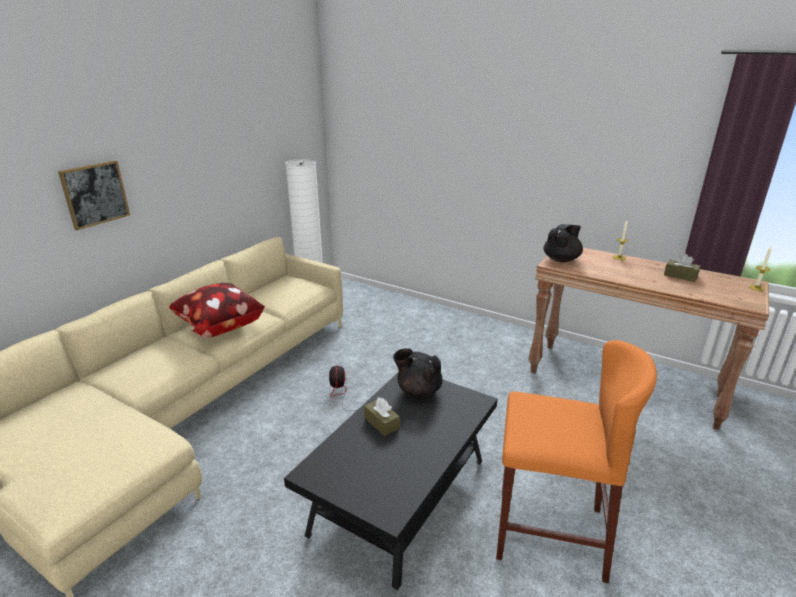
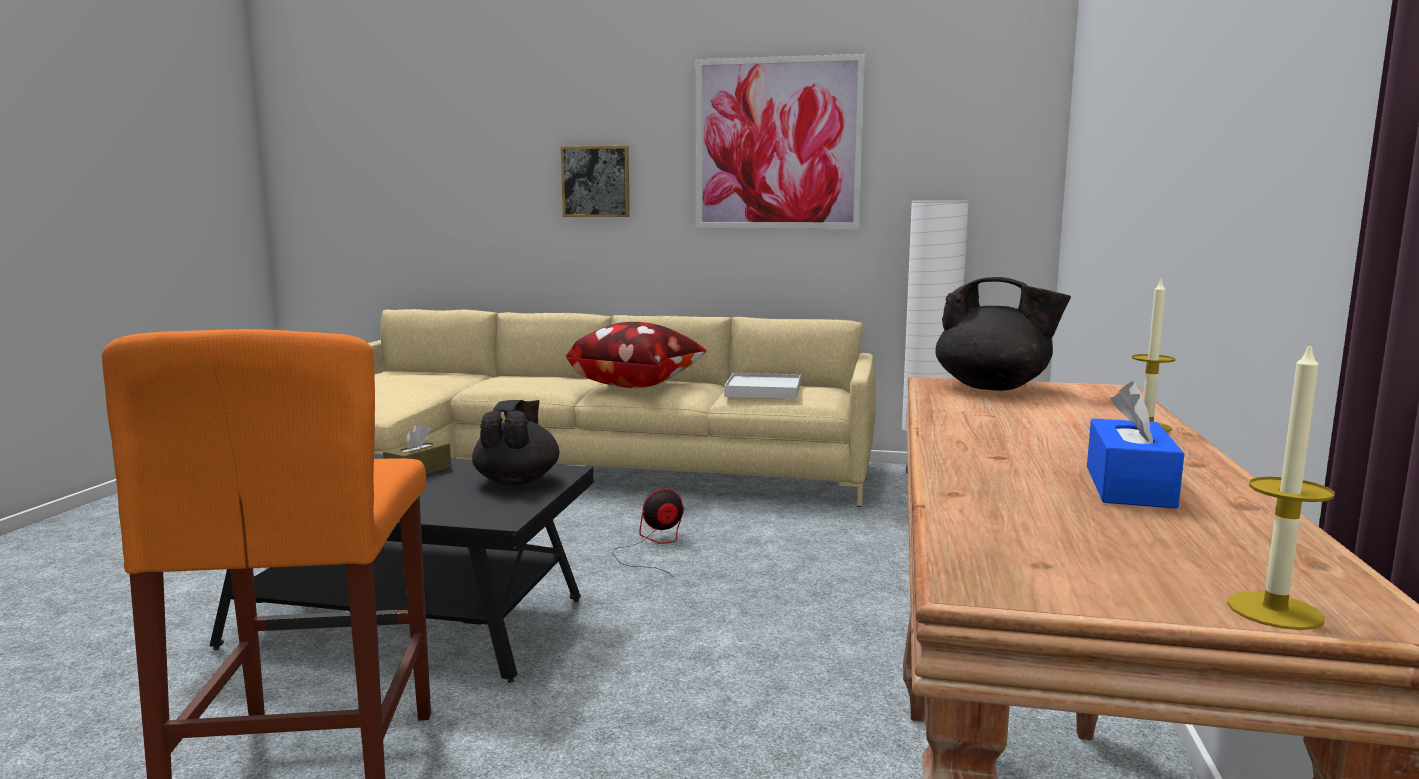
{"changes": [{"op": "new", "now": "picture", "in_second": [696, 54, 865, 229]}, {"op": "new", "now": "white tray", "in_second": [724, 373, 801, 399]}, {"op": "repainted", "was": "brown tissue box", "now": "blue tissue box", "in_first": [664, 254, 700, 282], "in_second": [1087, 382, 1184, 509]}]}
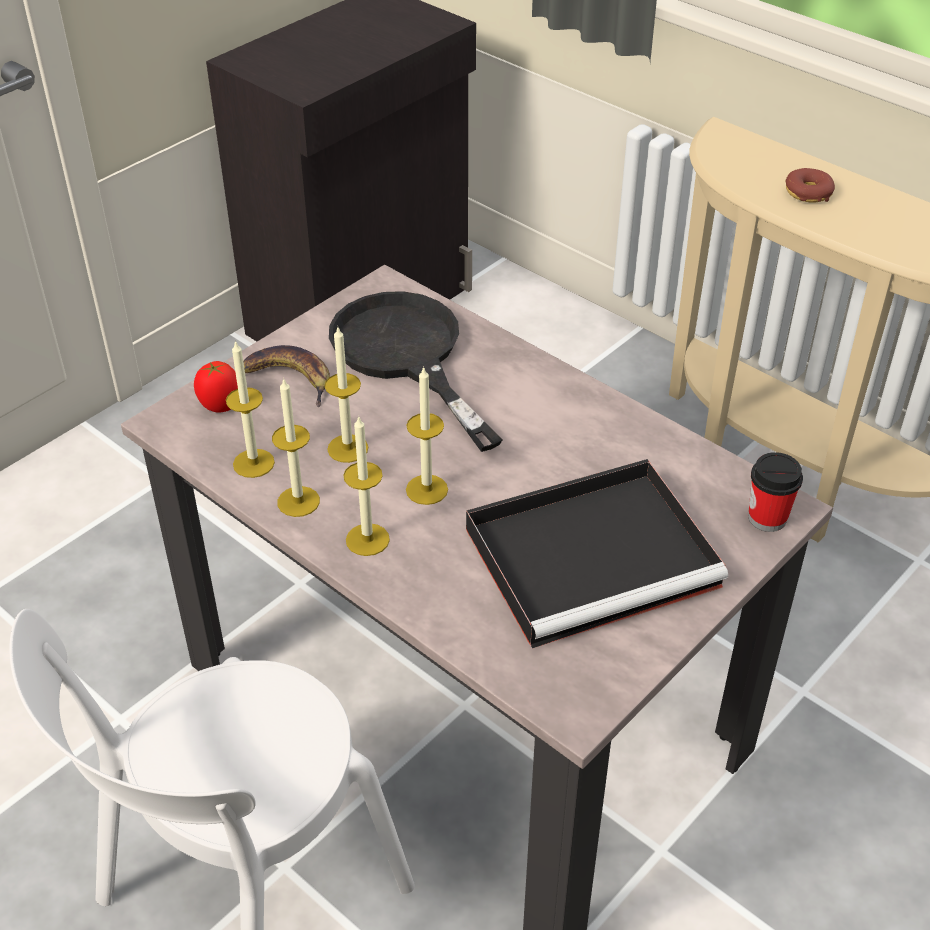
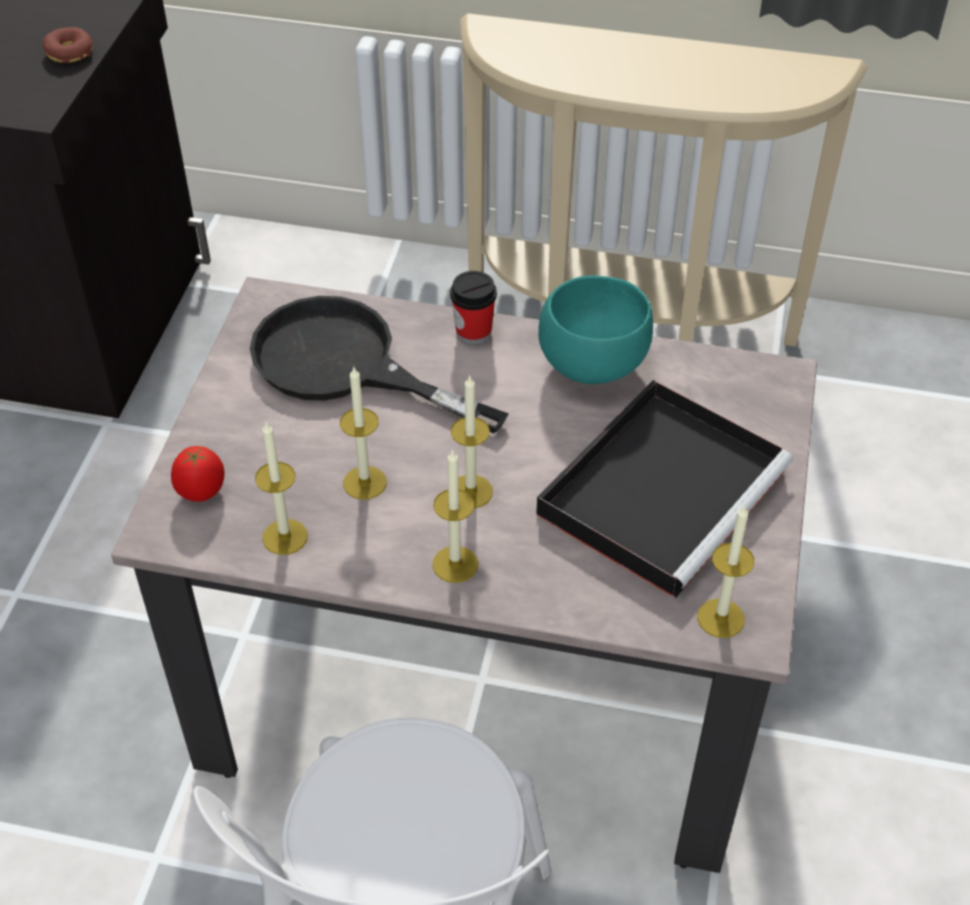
{"changes": [{"op": "gone", "was": "banana", "in_first": [243, 345, 330, 407]}, {"op": "new", "now": "turquoise bowl", "in_second": [538, 275, 653, 384]}, {"op": "shifted", "was": "candle", "in_first": [272, 378, 320, 517], "in_second": [697, 505, 754, 638]}, {"op": "shifted", "was": "cup", "in_first": [748, 452, 803, 532], "in_second": [450, 271, 497, 345]}, {"op": "shifted", "was": "donut", "in_first": [785, 168, 835, 202], "in_second": [43, 27, 92, 63]}]}
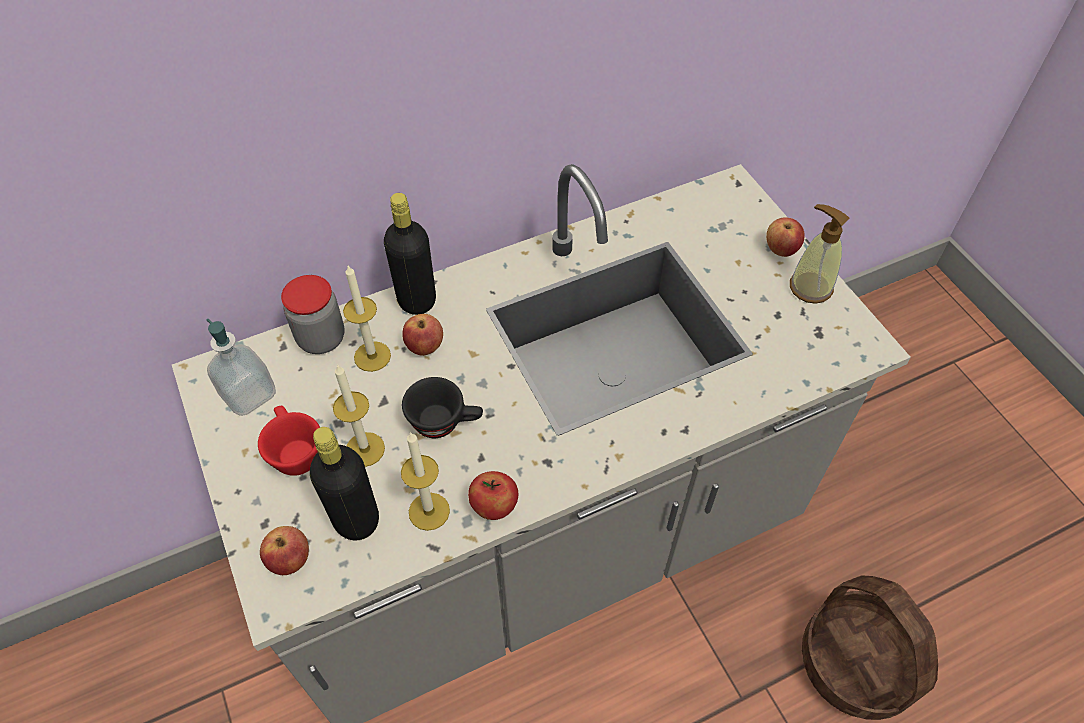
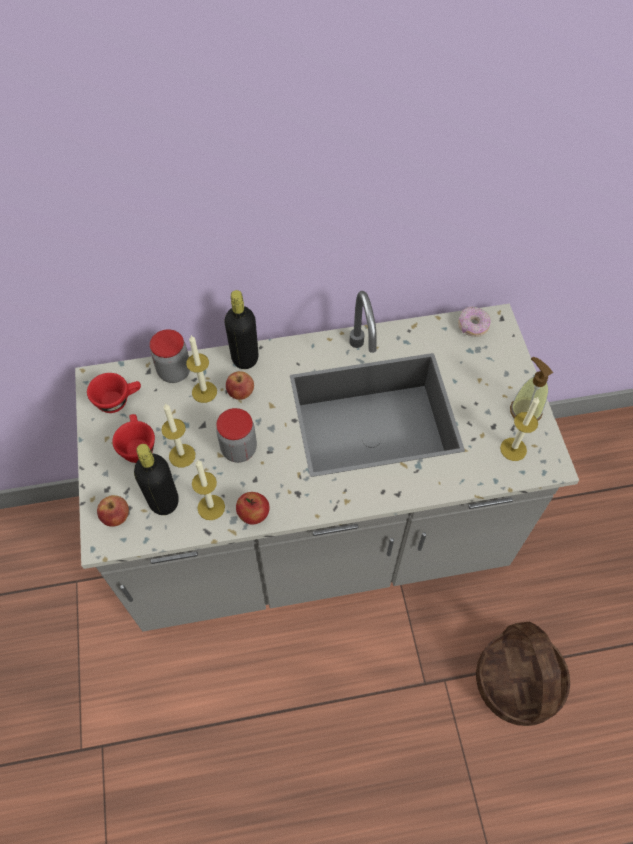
{"changes": [{"op": "gone", "was": "apple", "in_first": [766, 217, 805, 257]}, {"op": "new", "now": "donut", "in_second": [458, 307, 491, 337]}, {"op": "new", "now": "candle", "in_second": [500, 397, 539, 461]}, {"op": "swapped", "was": "soap dispenser", "now": "red cup", "in_first": [207, 319, 276, 416], "in_second": [87, 373, 141, 413]}, {"op": "swapped", "was": "black cup", "now": "jar", "in_first": [402, 377, 483, 438], "in_second": [216, 408, 257, 463]}]}
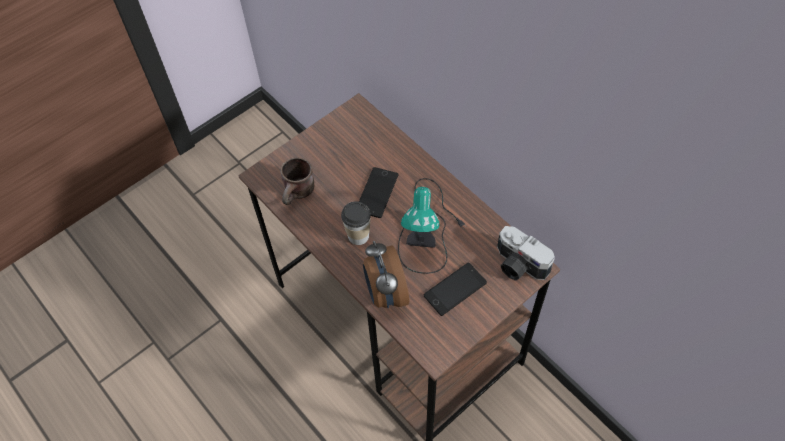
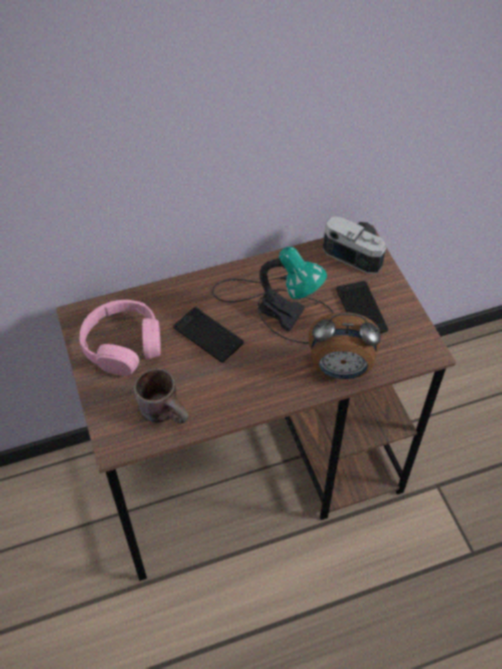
{"changes": [{"op": "gone", "was": "cup", "in_first": [341, 201, 371, 245]}, {"op": "new", "now": "pink headphones", "in_second": [79, 300, 161, 376]}, {"op": "rotated", "was": "photo camera", "in_first": [497, 226, 555, 281], "in_second": [323, 216, 387, 274], "clockwise": -120}]}
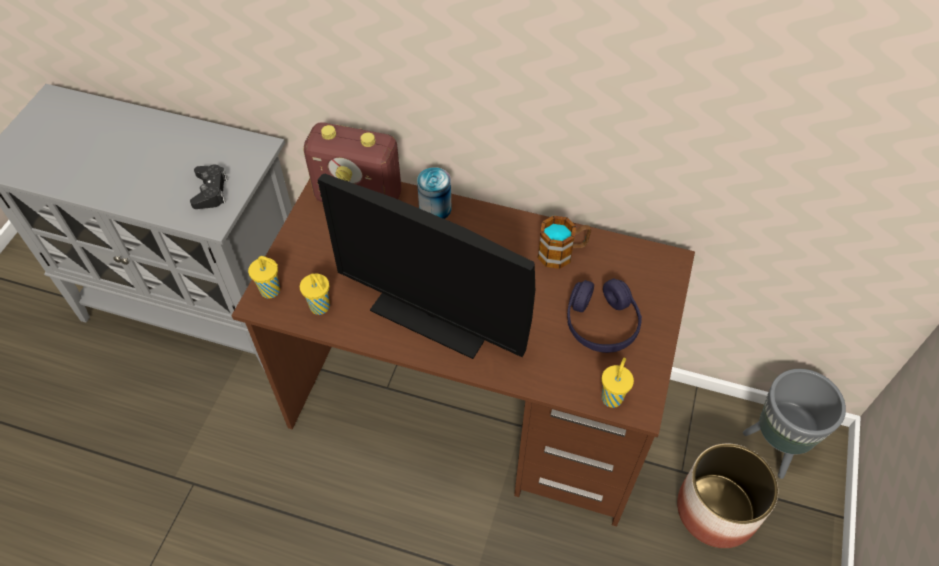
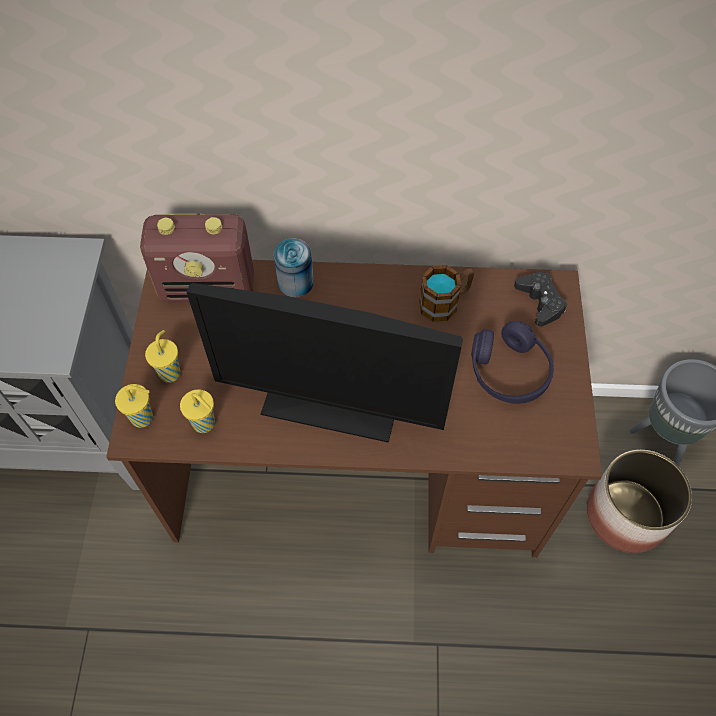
{"changes": [{"op": "shifted", "was": "black game controller", "in_first": [190, 165, 228, 209], "in_second": [514, 272, 567, 327]}, {"op": "shifted", "was": "yellow cup", "in_first": [602, 358, 634, 408], "in_second": [145, 330, 181, 383]}]}
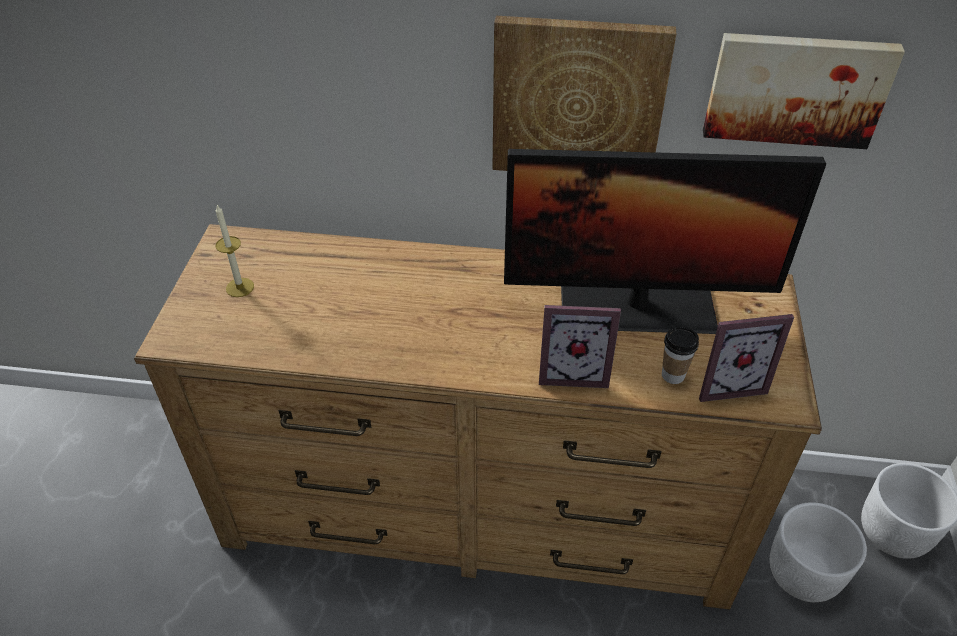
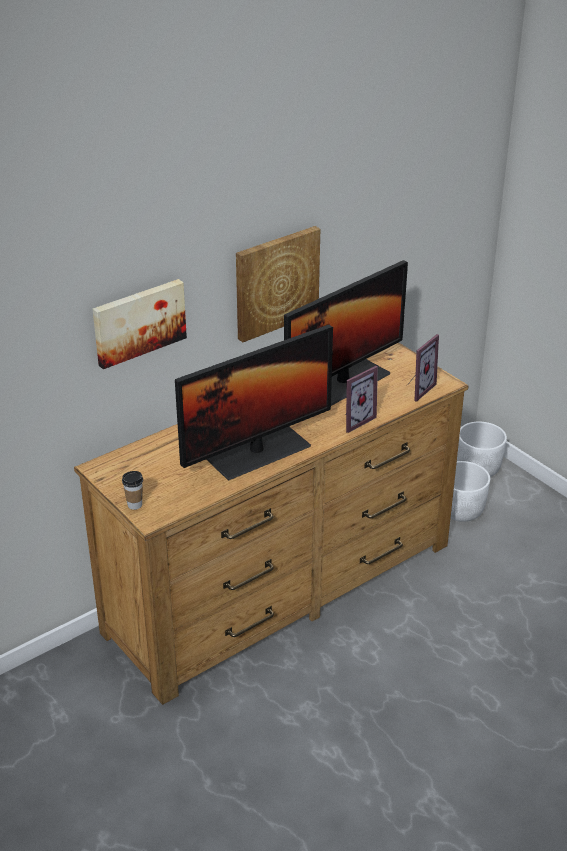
{"changes": [{"op": "gone", "was": "candle", "in_first": [216, 205, 254, 297]}, {"op": "new", "now": "monitor", "in_second": [175, 325, 333, 480]}, {"op": "shifted", "was": "cup", "in_first": [662, 326, 699, 384], "in_second": [122, 471, 143, 510]}, {"op": "shifted", "was": "picture", "in_first": [703, 33, 905, 149], "in_second": [92, 279, 187, 369]}]}
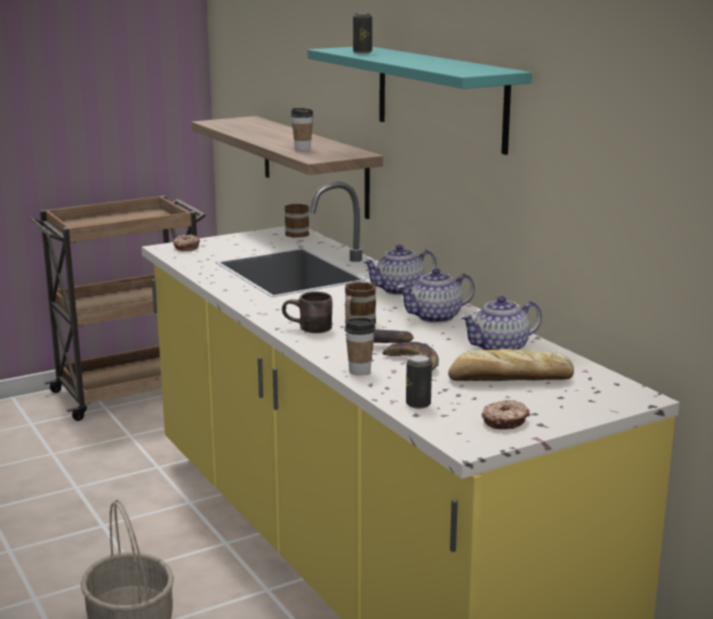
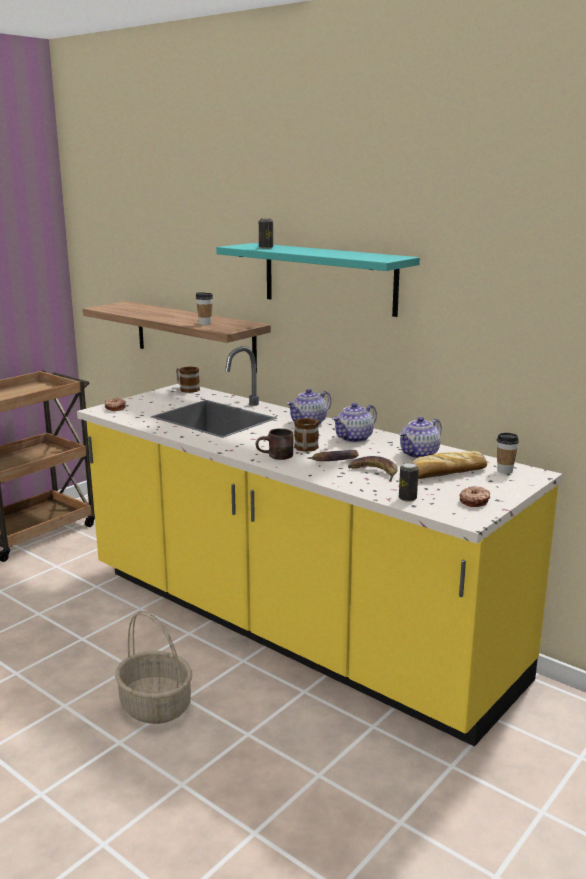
{"changes": [{"op": "shifted", "was": "cup", "in_first": [345, 318, 375, 376], "in_second": [496, 433, 519, 474]}]}
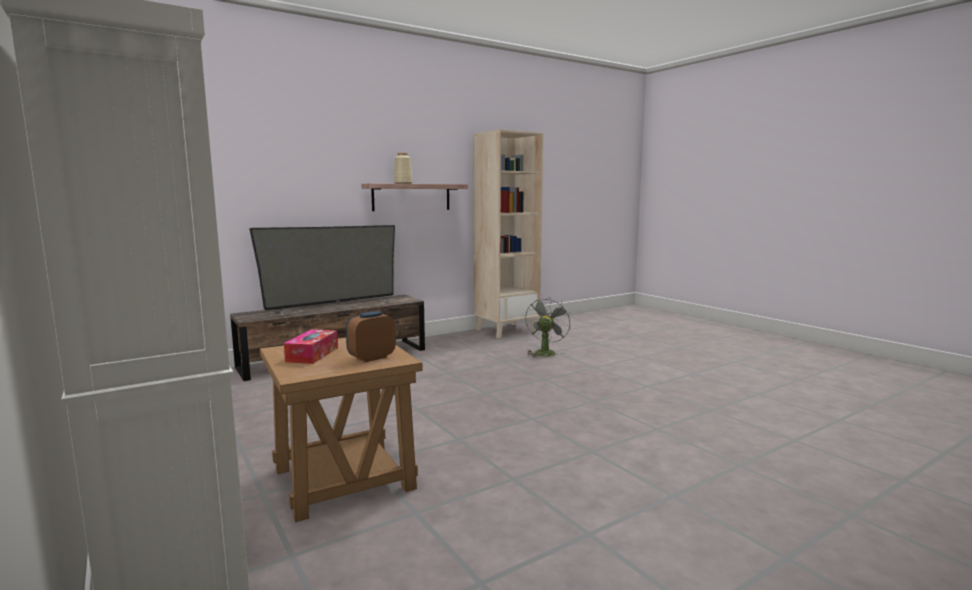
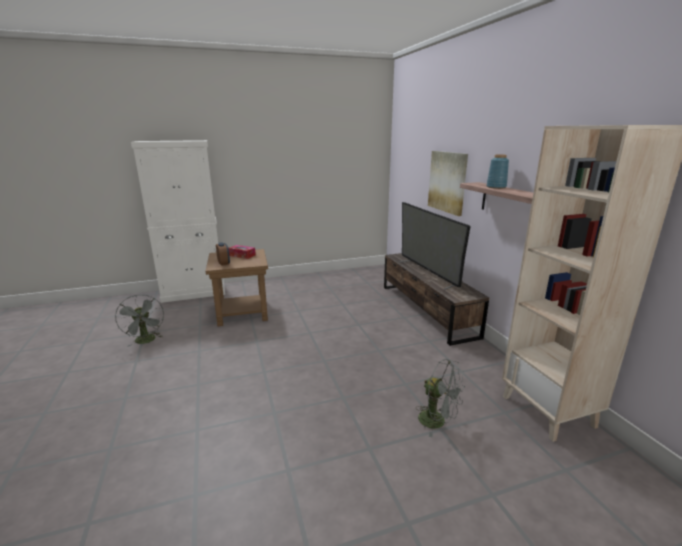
{"changes": [{"op": "new", "now": "grey fan", "in_second": [115, 295, 164, 347]}, {"op": "new", "now": "picture", "in_second": [428, 151, 468, 216]}, {"op": "repainted", "was": "beige vase", "now": "blue vase", "in_first": [394, 153, 413, 184], "in_second": [486, 154, 509, 189]}]}
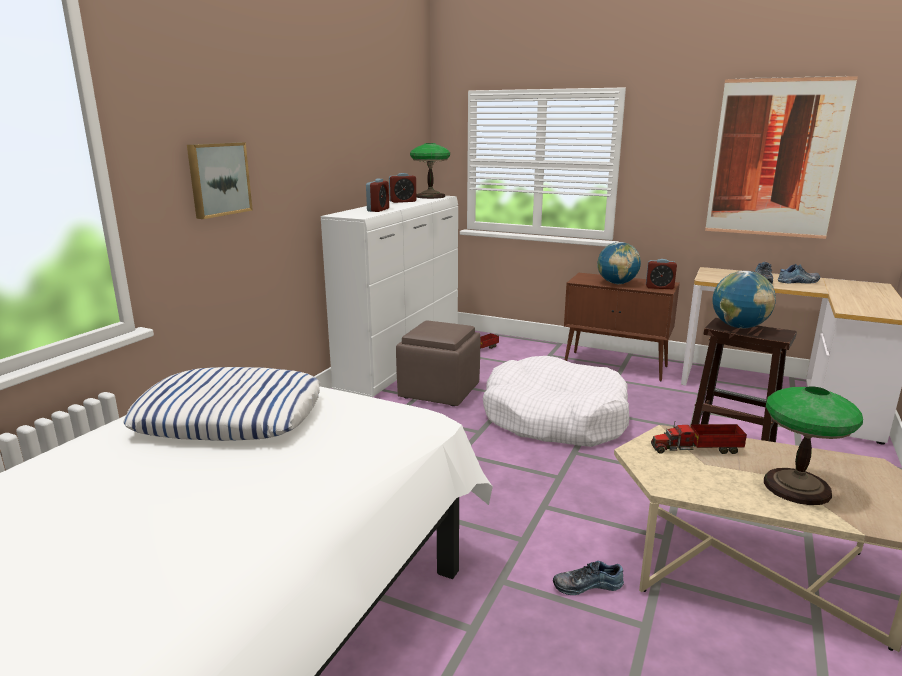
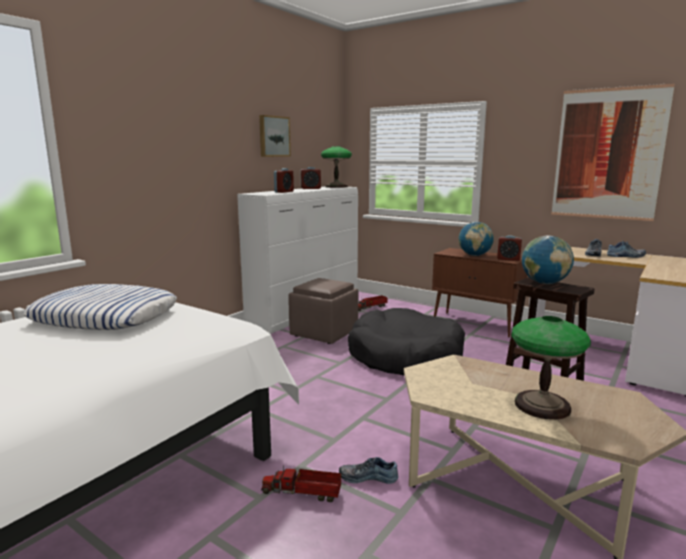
{"changes": [{"op": "shifted", "was": "picture", "in_first": [187, 142, 253, 219], "in_second": [259, 115, 291, 157]}, {"op": "shifted", "was": "toy truck", "in_first": [651, 421, 747, 454], "in_second": [261, 465, 341, 502]}, {"op": "repainted", "was": "white dog bed", "now": "black dog bed", "in_first": [483, 356, 629, 447], "in_second": [348, 308, 465, 375]}]}
